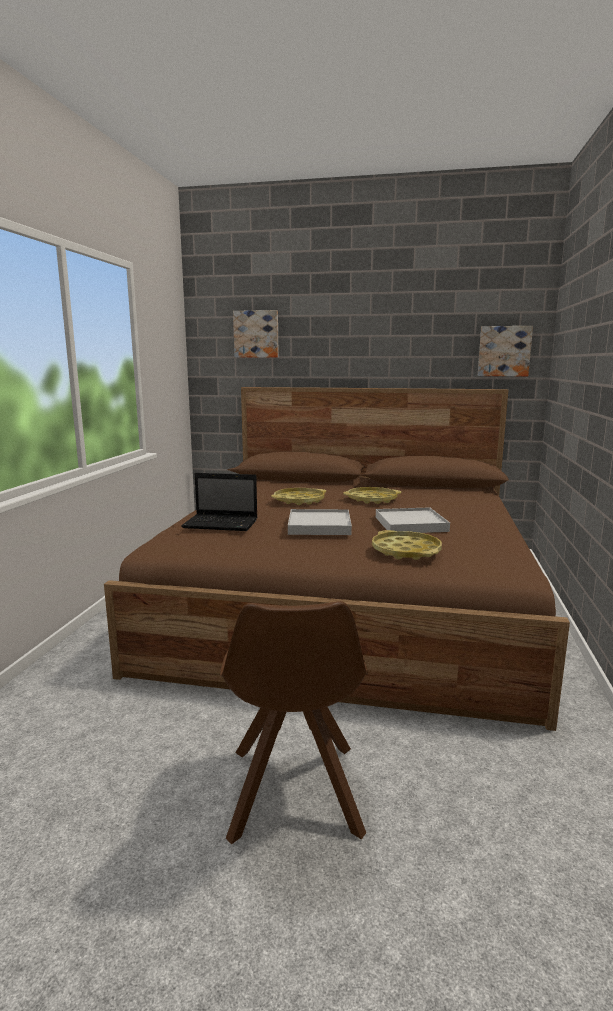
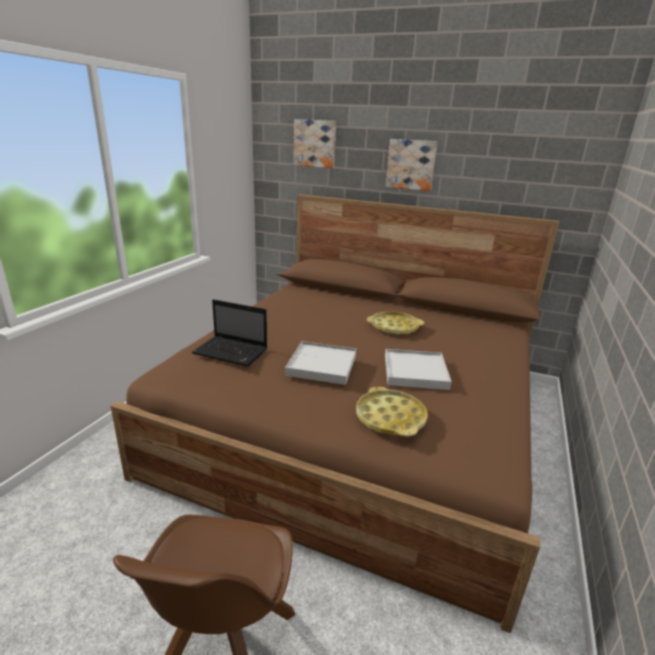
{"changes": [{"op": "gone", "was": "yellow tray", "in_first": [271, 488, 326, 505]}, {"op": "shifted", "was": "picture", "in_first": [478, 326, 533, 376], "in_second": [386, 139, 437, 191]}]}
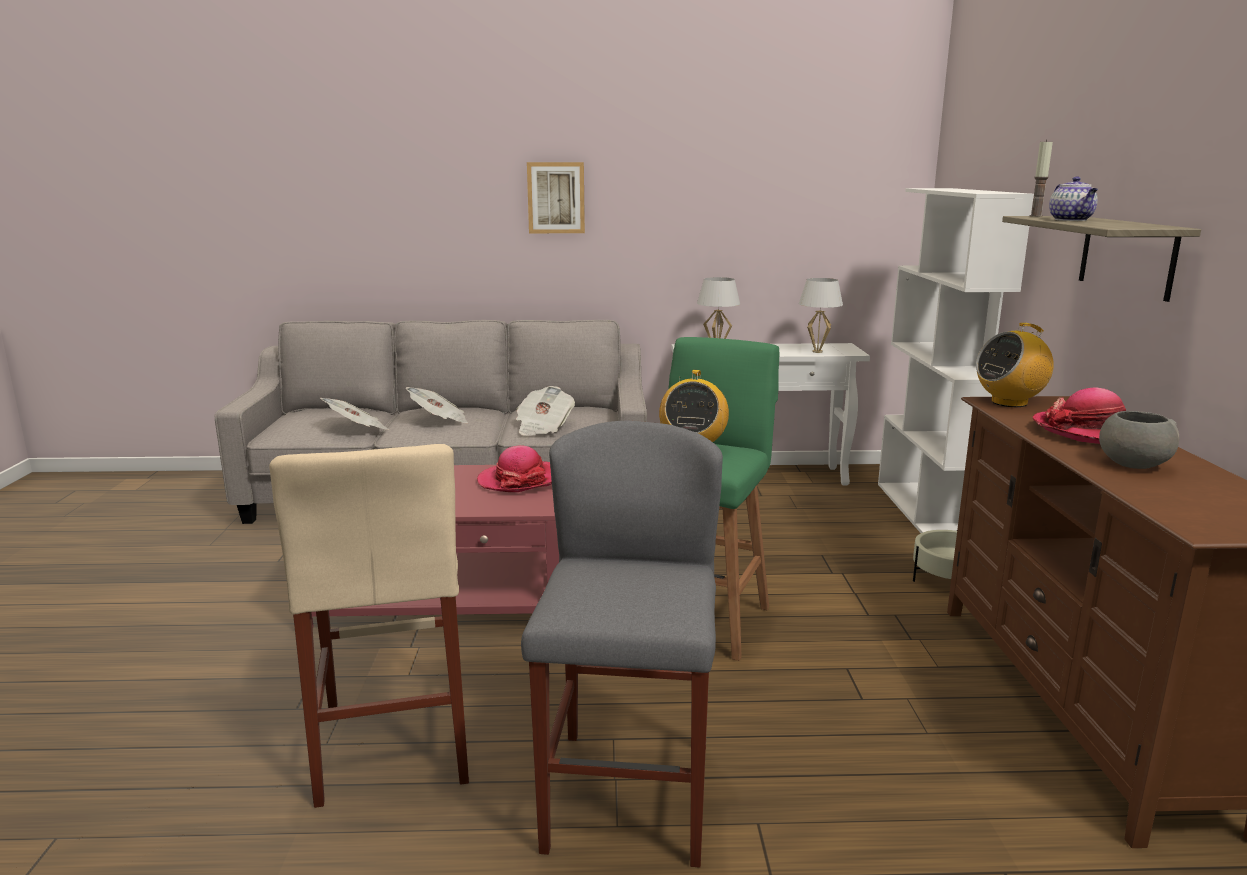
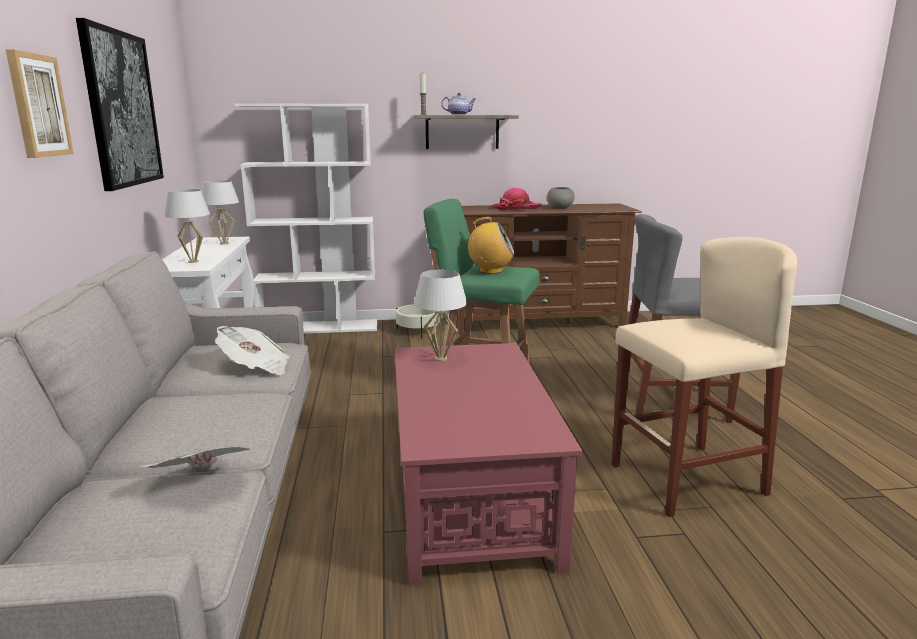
{"changes": [{"op": "gone", "was": "newspaper", "in_first": [406, 387, 468, 423]}, {"op": "gone", "was": "radio", "in_first": [976, 323, 1054, 407]}, {"op": "new", "now": "picture", "in_second": [76, 18, 164, 191]}, {"op": "swapped", "was": "hat", "now": "white table lamp", "in_first": [477, 445, 552, 492], "in_second": [414, 270, 467, 361]}]}
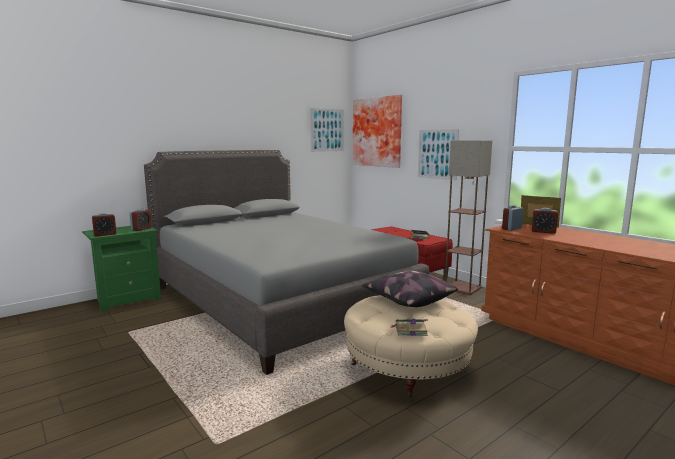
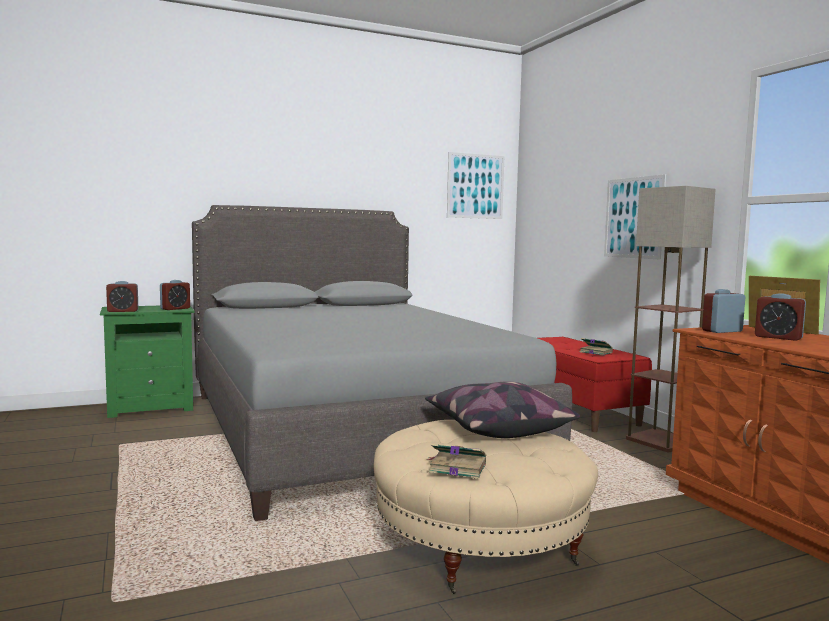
{"changes": [{"op": "gone", "was": "picture", "in_first": [353, 95, 402, 168]}]}
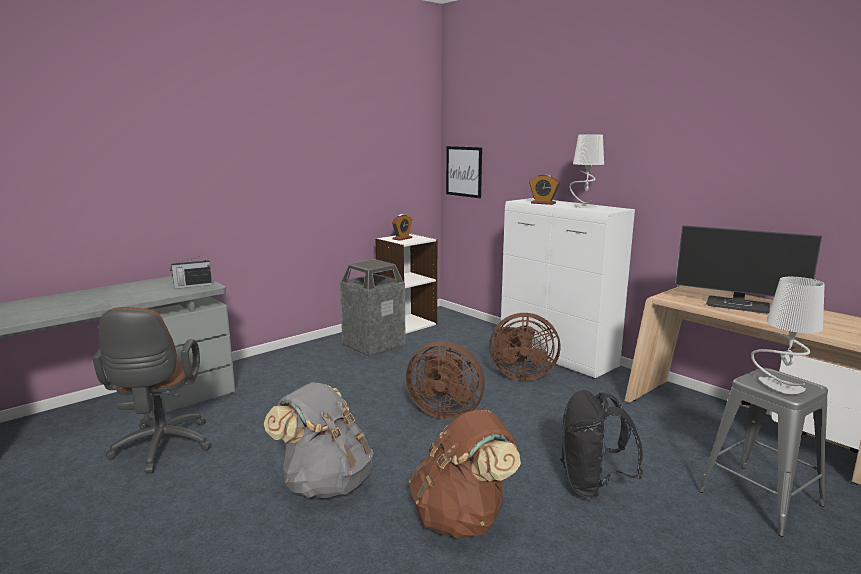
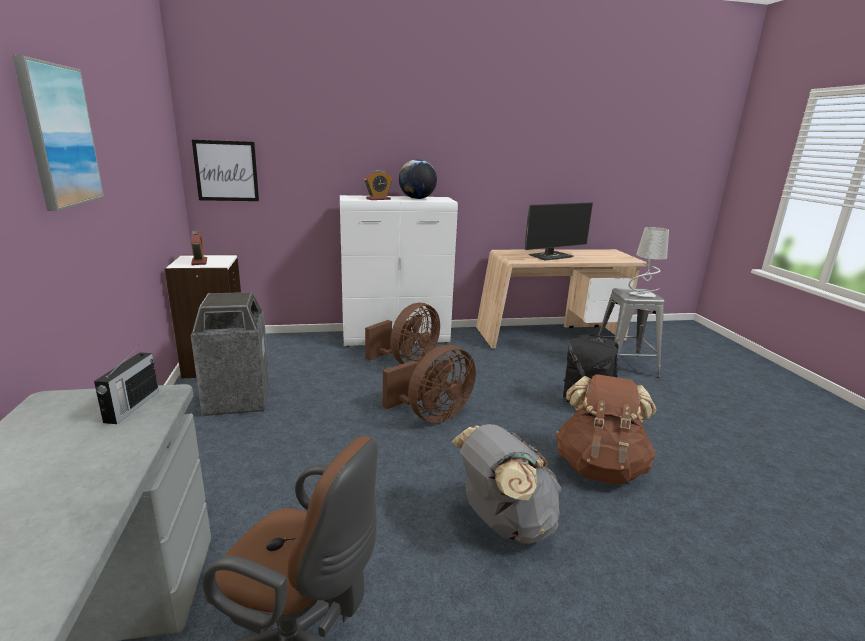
{"changes": [{"op": "new", "now": "picture", "in_second": [12, 55, 104, 211]}, {"op": "swapped", "was": "grey table lamp", "now": "globe", "in_first": [569, 135, 604, 208], "in_second": [399, 159, 437, 199]}]}
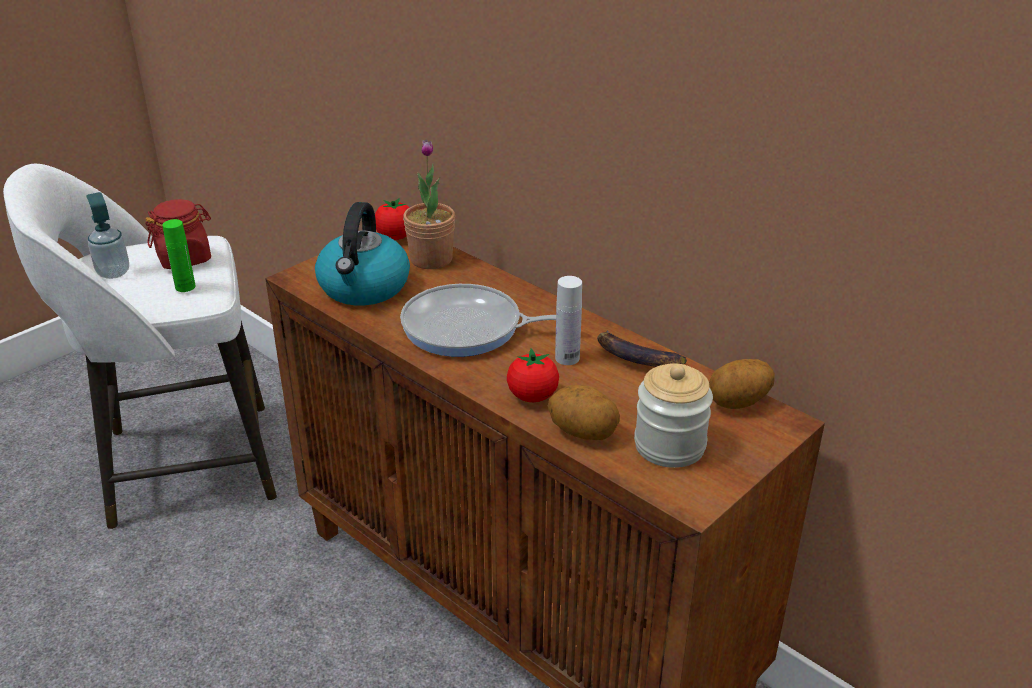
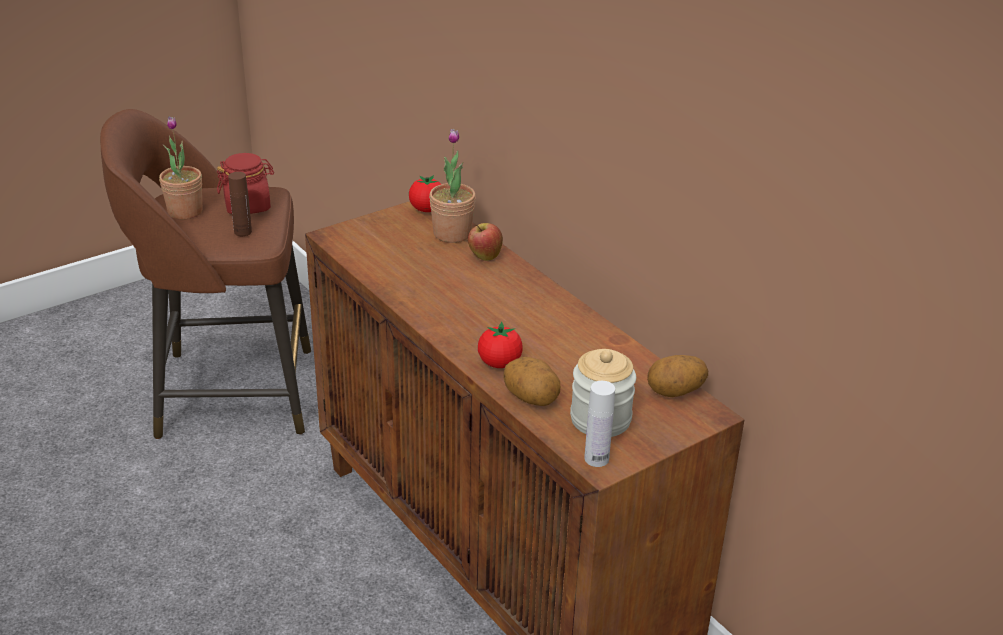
{"changes": [{"op": "gone", "was": "kettle", "in_first": [315, 202, 410, 306]}, {"op": "gone", "was": "frying pan", "in_first": [400, 284, 556, 357]}, {"op": "gone", "was": "banana", "in_first": [597, 330, 687, 367]}, {"op": "new", "now": "apple", "in_second": [468, 223, 503, 261]}, {"op": "shifted", "was": "white bottle", "in_first": [555, 276, 582, 365], "in_second": [584, 381, 615, 467]}, {"op": "swapped", "was": "soap dispenser", "now": "potted plant", "in_first": [87, 192, 129, 279], "in_second": [159, 116, 202, 219]}, {"op": "repainted", "was": "white stool", "now": "brown stool", "in_first": [3, 164, 277, 529], "in_second": [100, 109, 311, 439]}, {"op": "repainted", "was": "green bottle", "now": "brown bottle", "in_first": [162, 219, 196, 292], "in_second": [228, 172, 252, 236]}]}
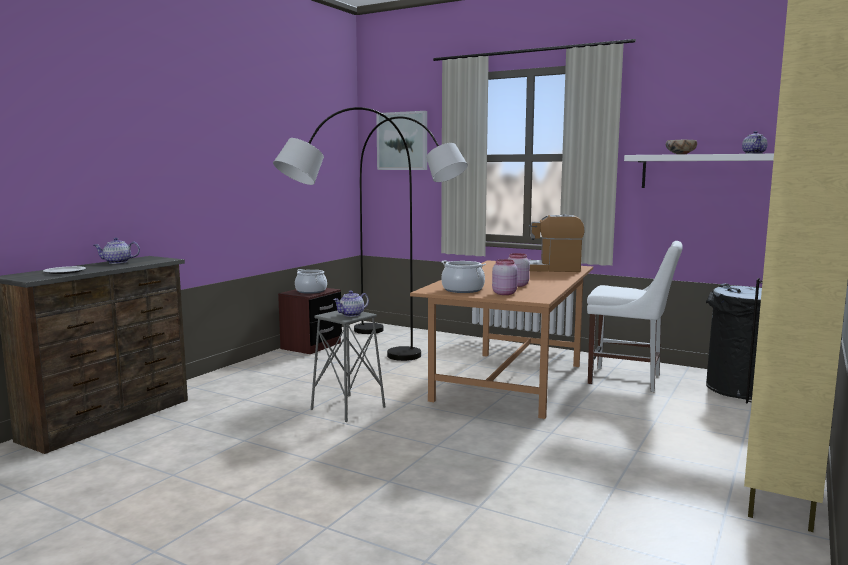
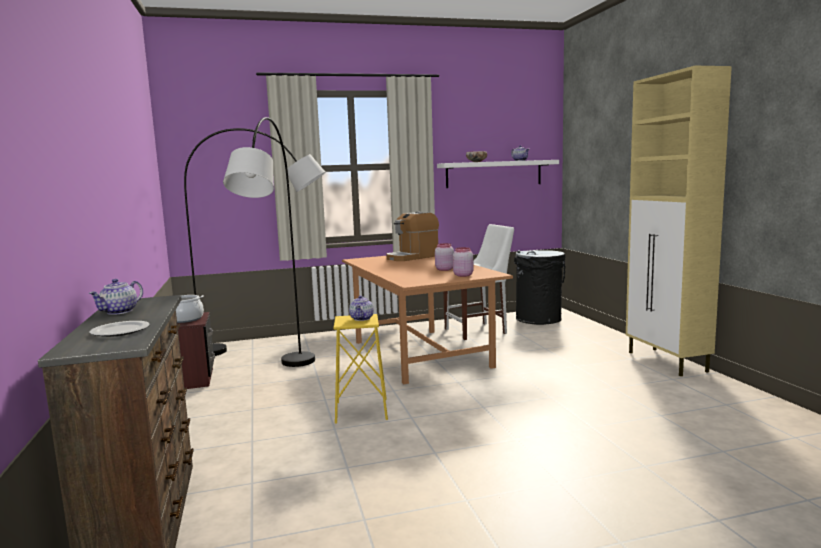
{"changes": [{"op": "gone", "was": "picture", "in_first": [376, 111, 427, 170]}, {"op": "gone", "was": "cooking pot", "in_first": [441, 260, 486, 293]}, {"op": "repainted", "was": "grey stool", "now": "yellow stool", "in_first": [311, 310, 386, 422], "in_second": [334, 314, 388, 424]}]}
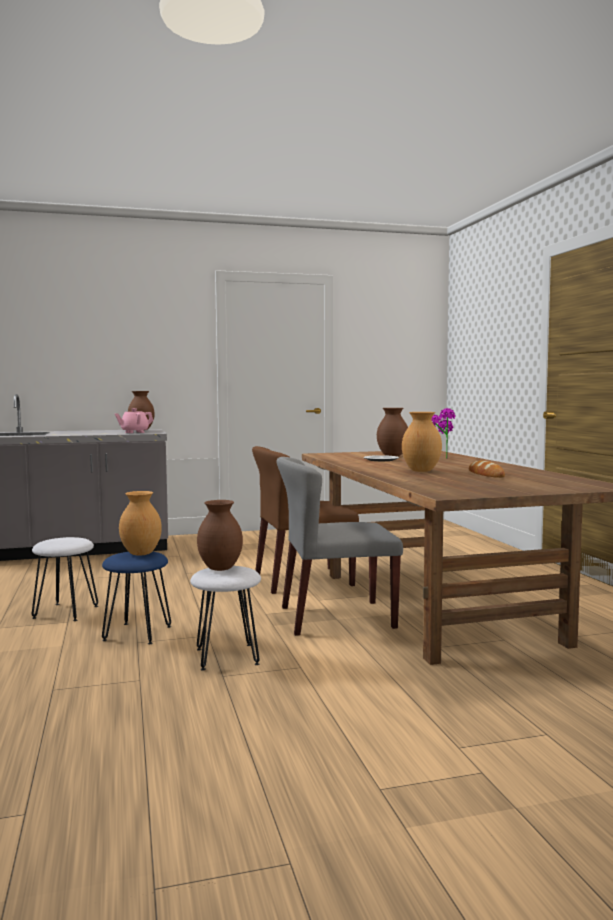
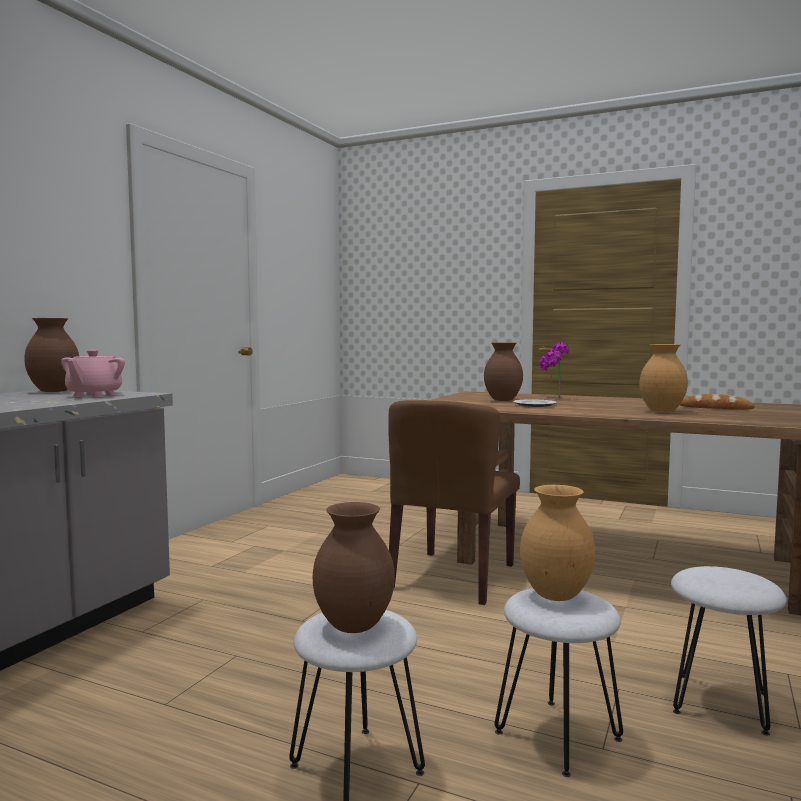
{"changes": [{"op": "gone", "was": "grey chair", "in_first": [276, 457, 403, 636]}, {"op": "shifted", "was": "brown vase", "in_first": [197, 500, 243, 571], "in_second": [313, 502, 395, 633]}, {"op": "repainted", "was": "blue stool", "now": "white stool", "in_first": [102, 552, 171, 644], "in_second": [495, 588, 623, 777]}]}
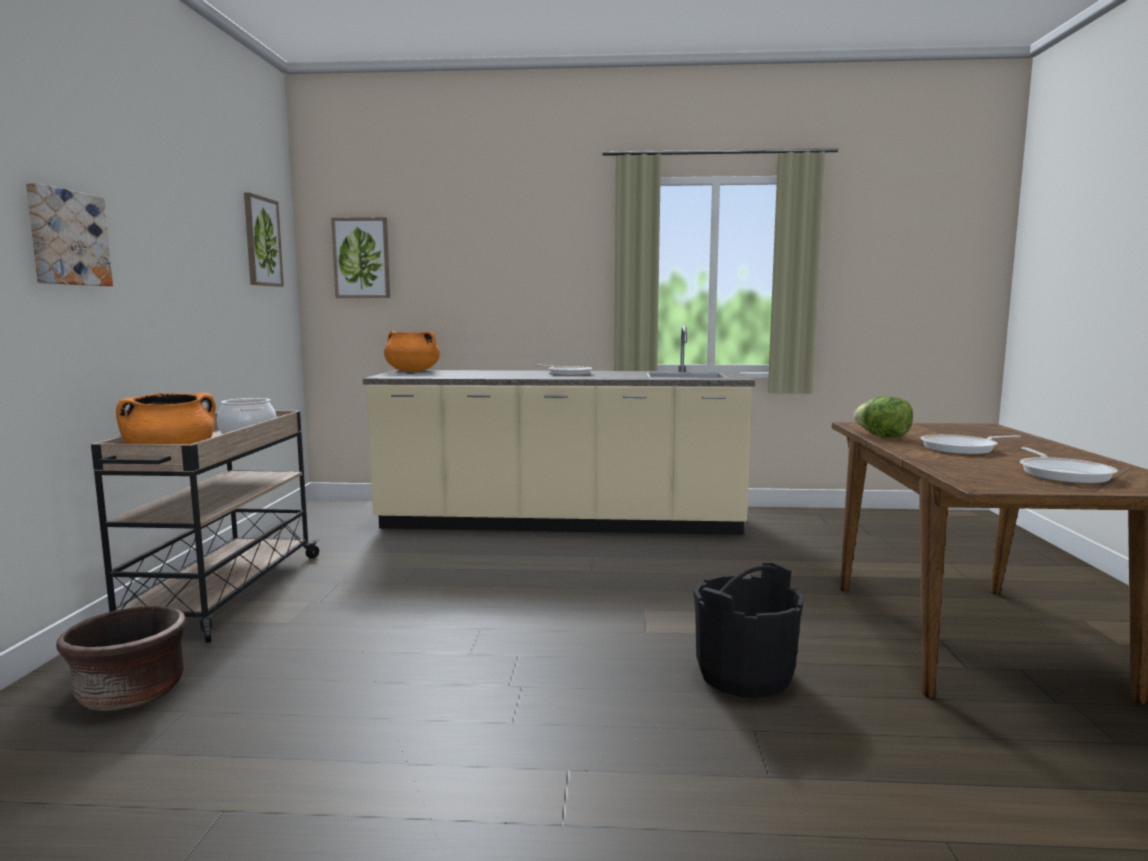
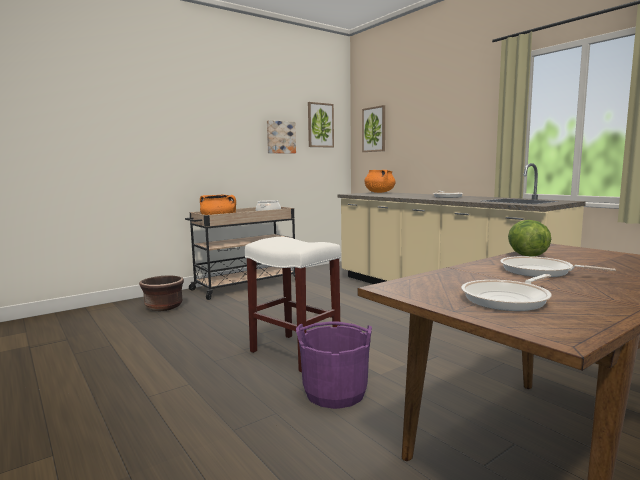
{"changes": [{"op": "new", "now": "white stool", "in_second": [245, 237, 341, 373]}, {"op": "shifted", "was": "picture", "in_first": [26, 183, 113, 286], "in_second": [267, 120, 296, 154]}, {"op": "repainted", "was": "black bucket", "now": "purple bucket", "in_first": [694, 563, 804, 698], "in_second": [296, 321, 372, 409]}]}
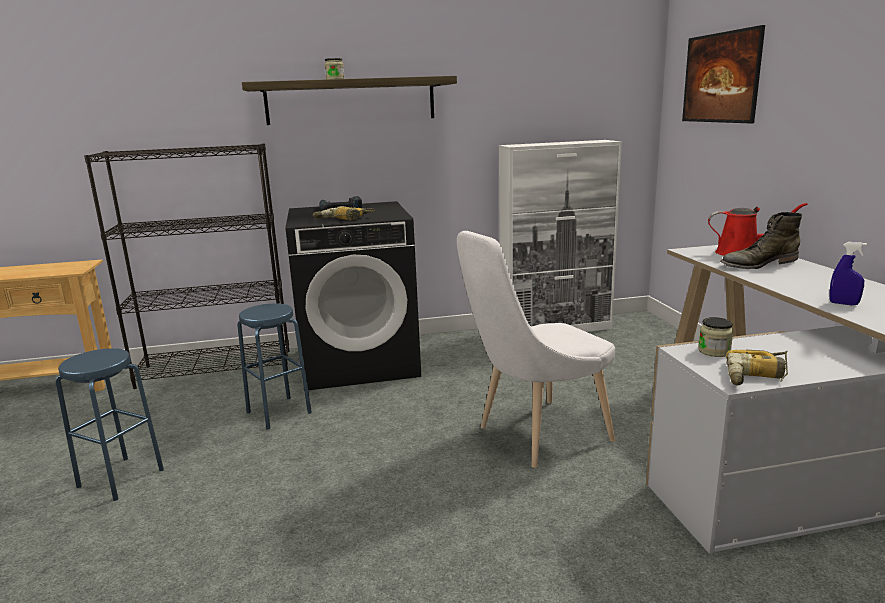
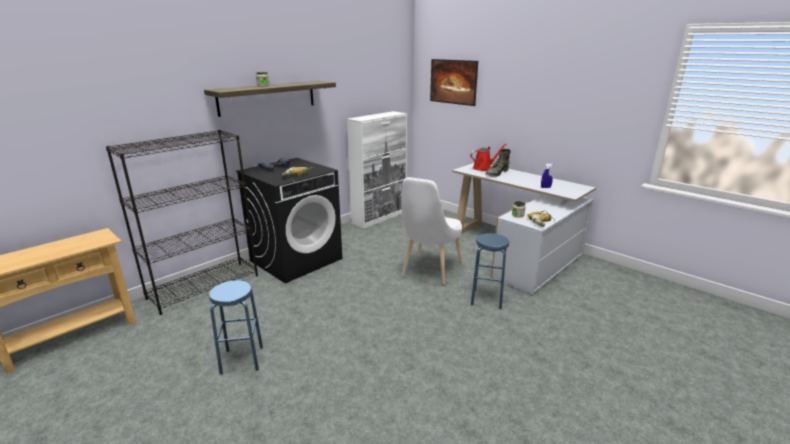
{"changes": [{"op": "shifted", "was": "blue stool", "in_first": [237, 303, 312, 430], "in_second": [471, 233, 509, 310]}]}
